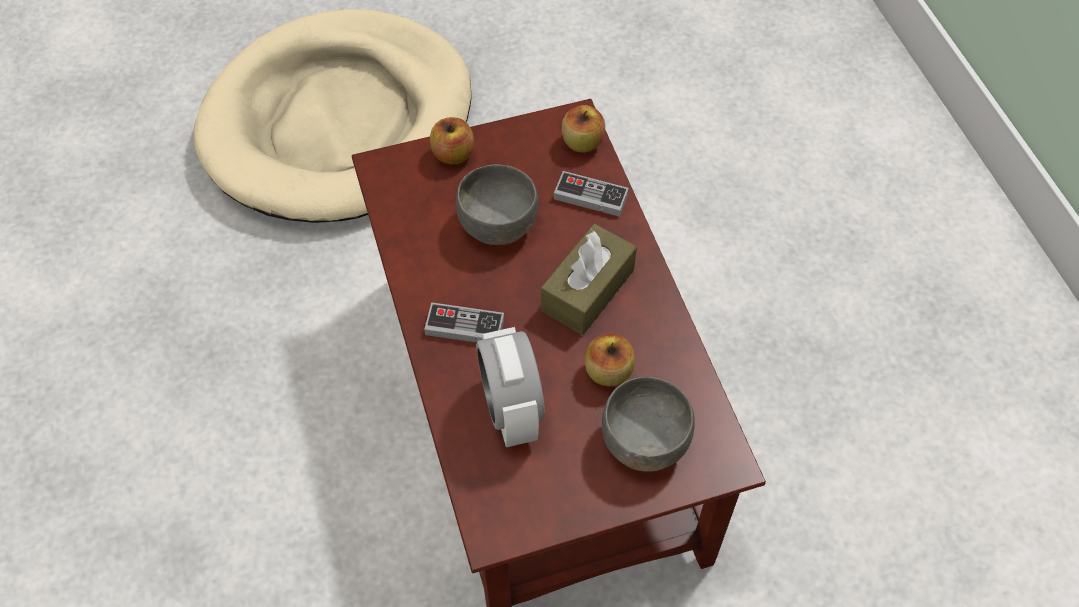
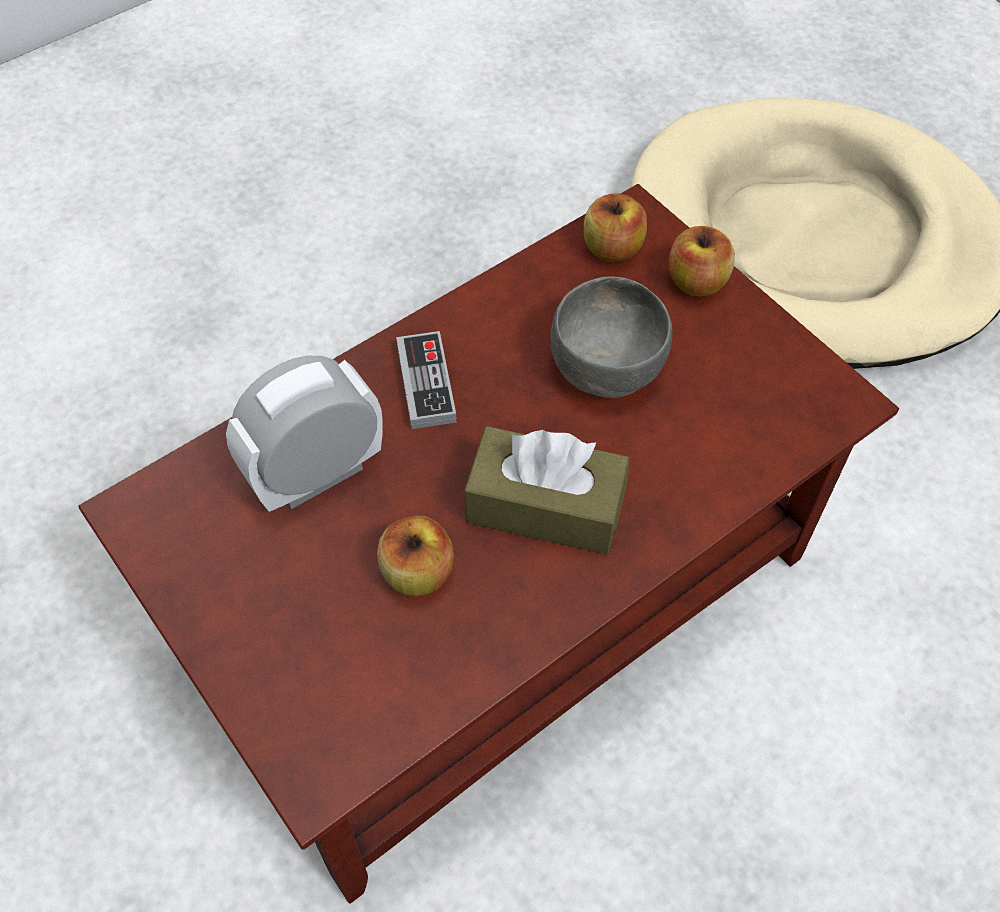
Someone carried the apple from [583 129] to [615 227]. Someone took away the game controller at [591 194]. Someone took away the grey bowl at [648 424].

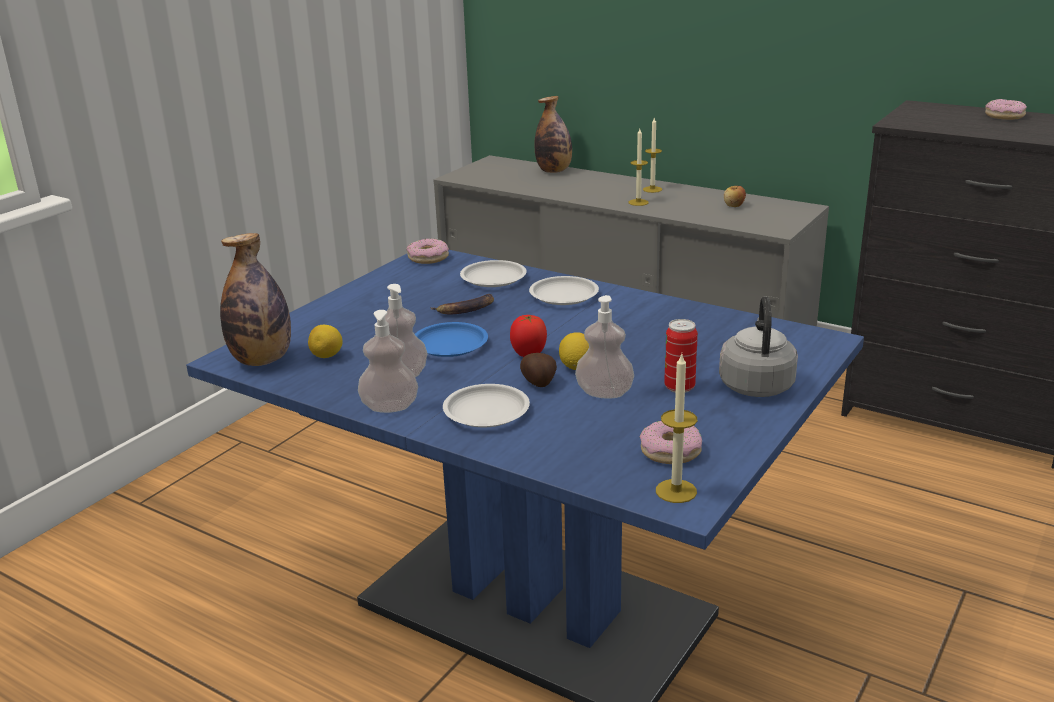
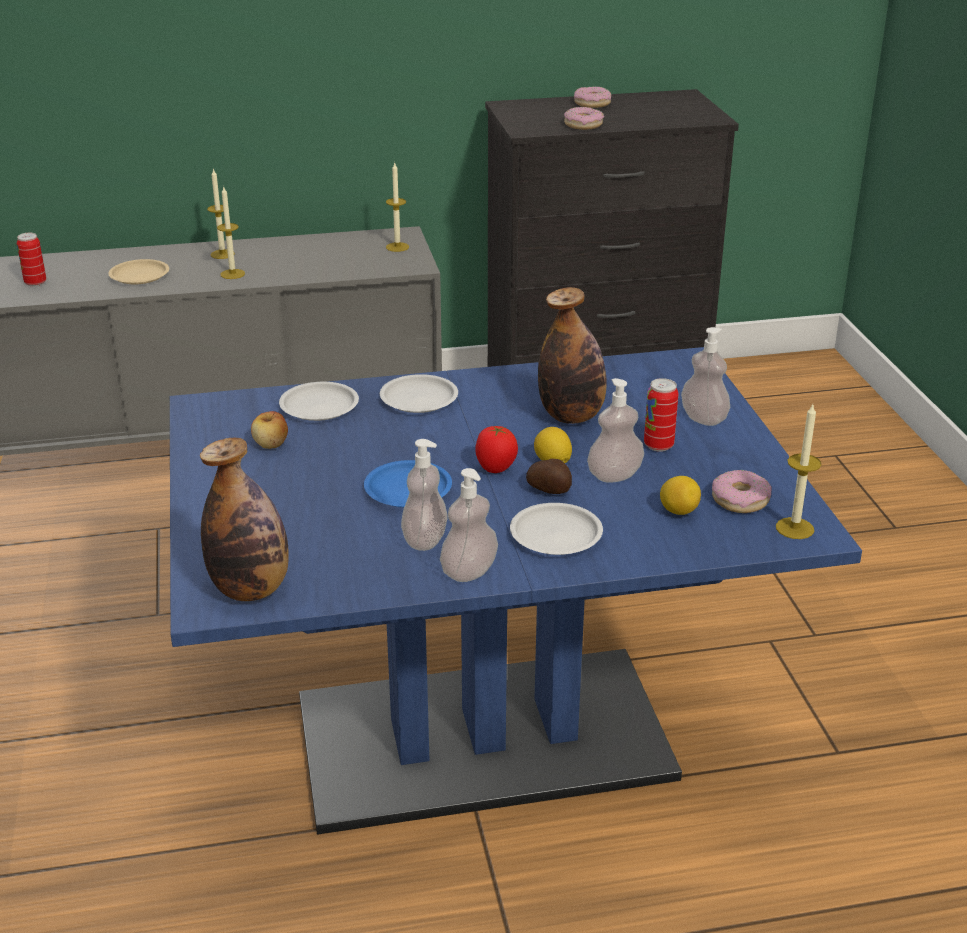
Someone put down the can at [31 259]. Someone put down the beige plate at [138 271]. Someone carried the apple from [735 196] to [269 430]. Someone put down the candle at [397 207]. Someone carried the bottle from [553 134] to [572 355]. Someone carried the donut from [427 251] to [584 118]. Someone carried the lemon from [325 341] to [680 495]. Someone swapped the grey kettle at [758 346] for the soap dispenser at [705 376]. Someone took away the banana at [462 304].

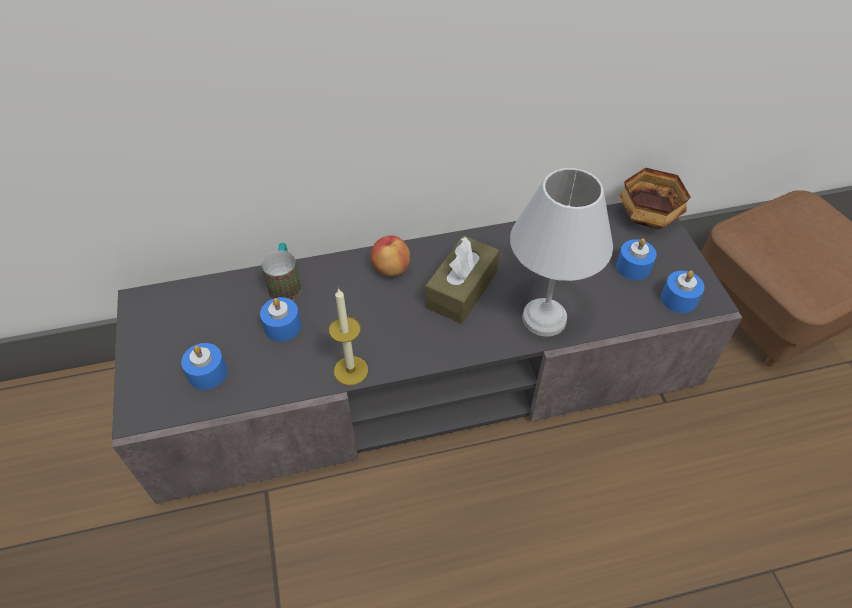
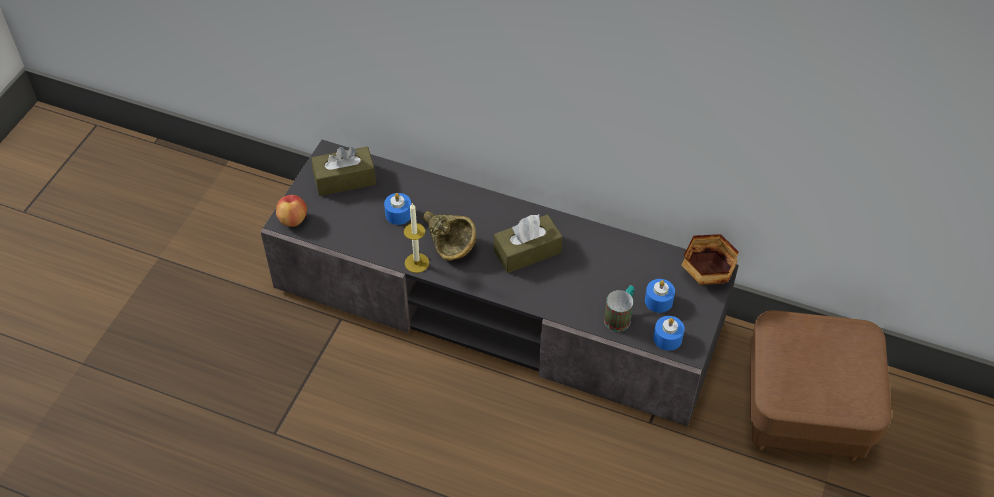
Someone carried the apple from [390 256] to [291 211]. Someone put down the brown tissue box at [343 171]. Someone put down the brown bowl at [450 236]. Someone carried the mug from [281 272] to [619 308]. Someone took away the blue candle at [204 366]. Someone took away the white table lamp at [561 252].

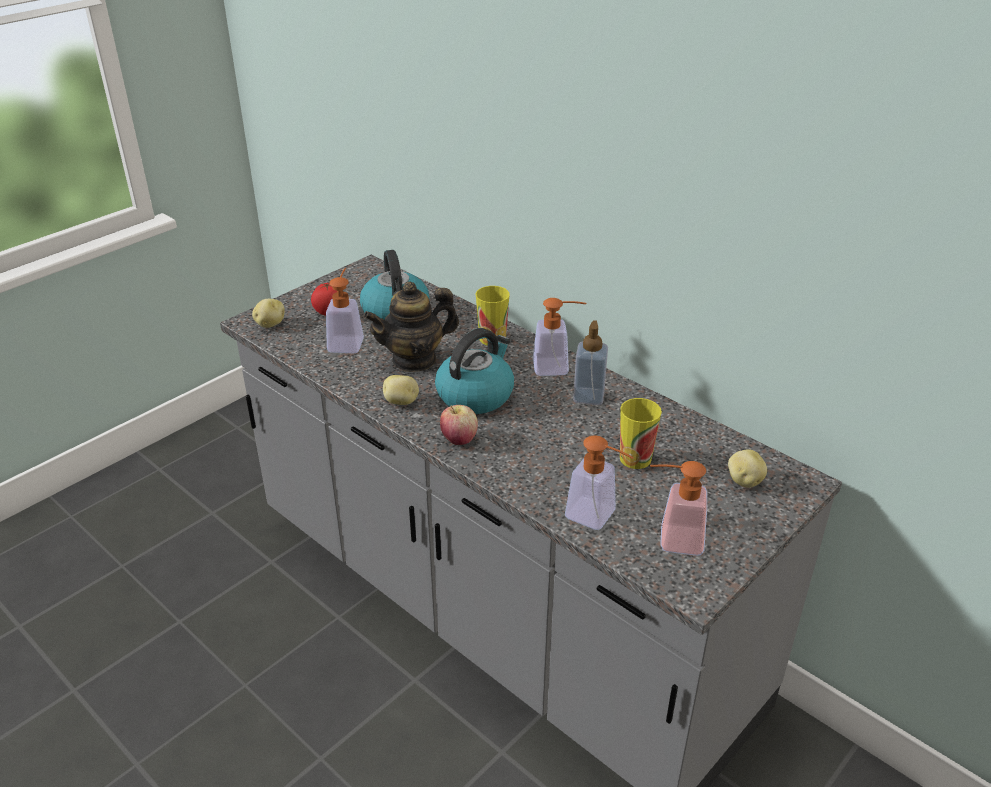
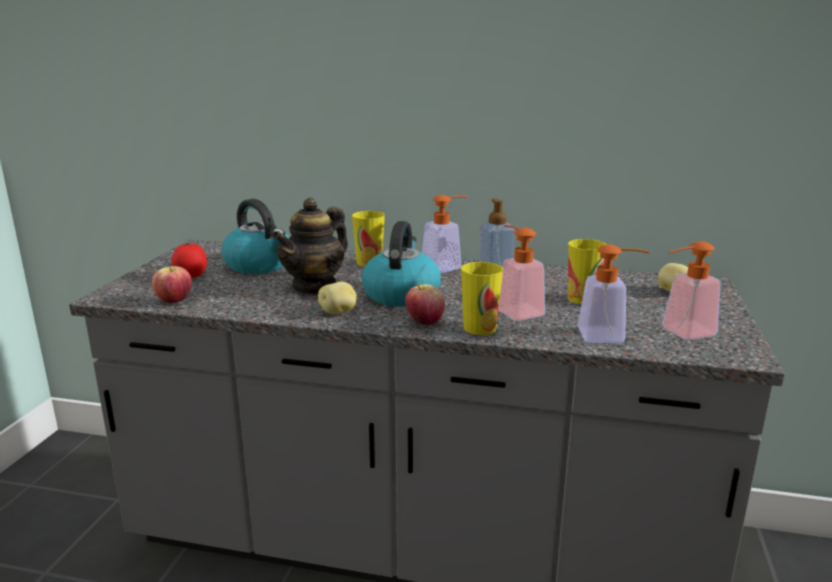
Someone put down the apple at [172 284]. Someone put down the cup at [482 298]. Someone carried the soap dispenser from [345 310] to [521 273]. Someone took away the potato at [268 313].

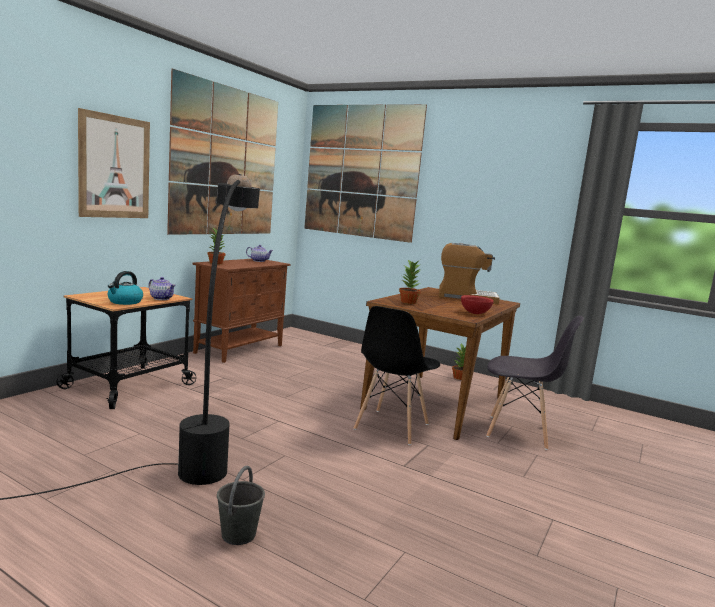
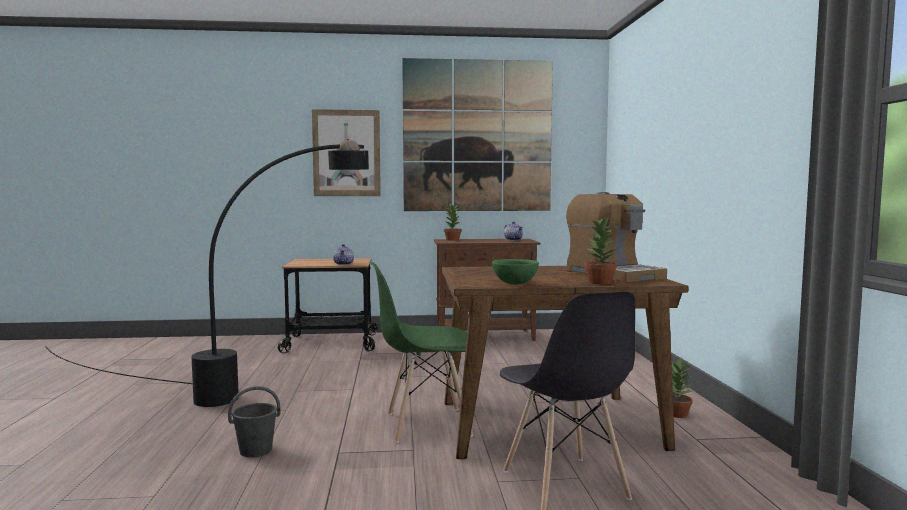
Someone carried the grey bucket from [241 505] to [254 421]. Someone repainted the black chair at [397 375], which became the green chair at [422 352]. Someone repainted the red bowl at [477 304], which became the green bowl at [515 272]. Someone carried the potted plant from [410 282] to [600 250]. Someone took away the kettle at [125 288]. Someone took away the picture at [365 173].

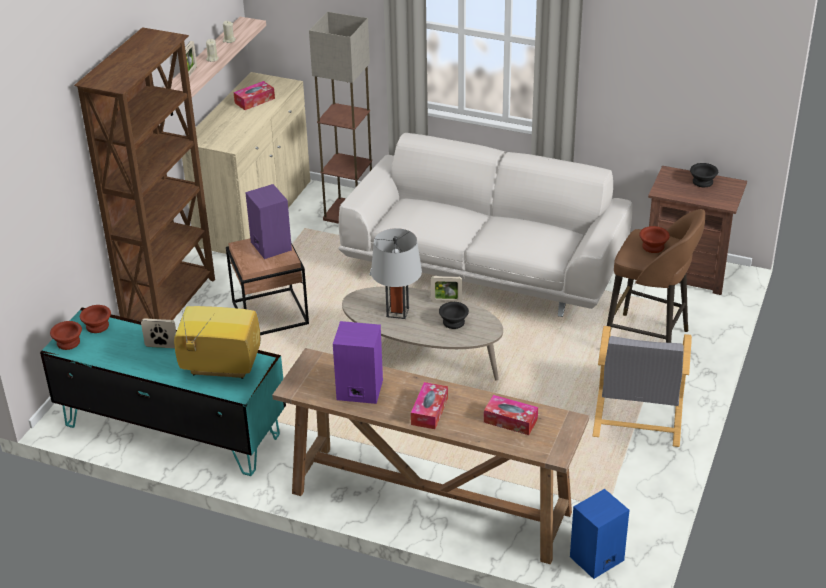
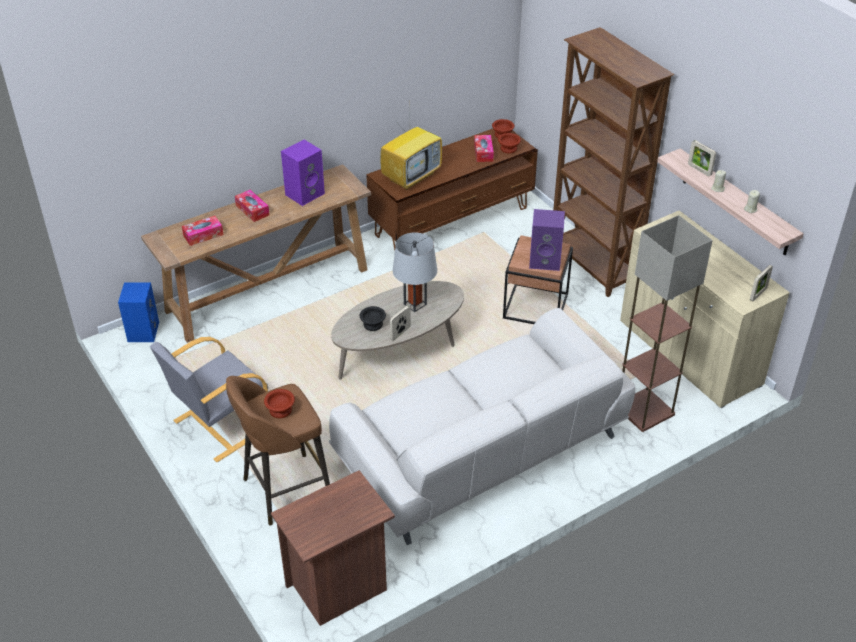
Someone rotated the grey armchair at [642 386] by 90 degrees counterclockwise. Someone repainted the turquoise tv stand at [163 391], which became the brown tv stand at [452 189]. Someone carried the tissue box from [254 95] to [484 148]. Someone carried the picture frame from [158 333] to [761 283]. Someone took away the black bowl at [704 175].

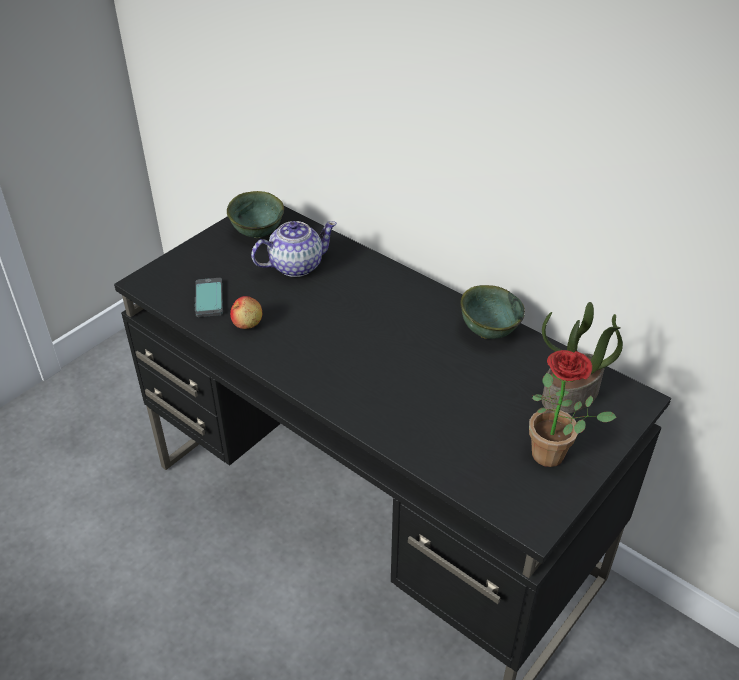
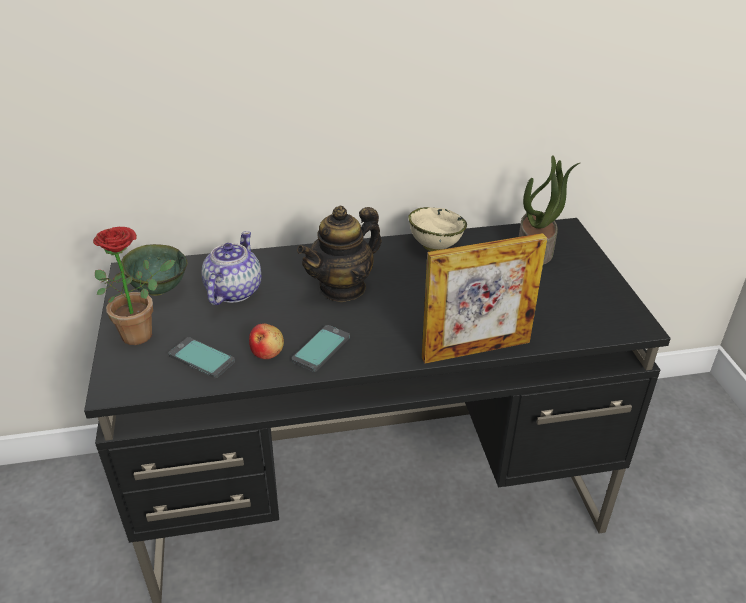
Someone carried the potted plant from [573 408] to [134 286]. Someone put down the phone at [321 348]. Someone put down the teapot at [339 254]. Someone repainted the green bowl at [493 312], which became the beige bowl at [437 229]. Someone put down the picture frame at [484 298].

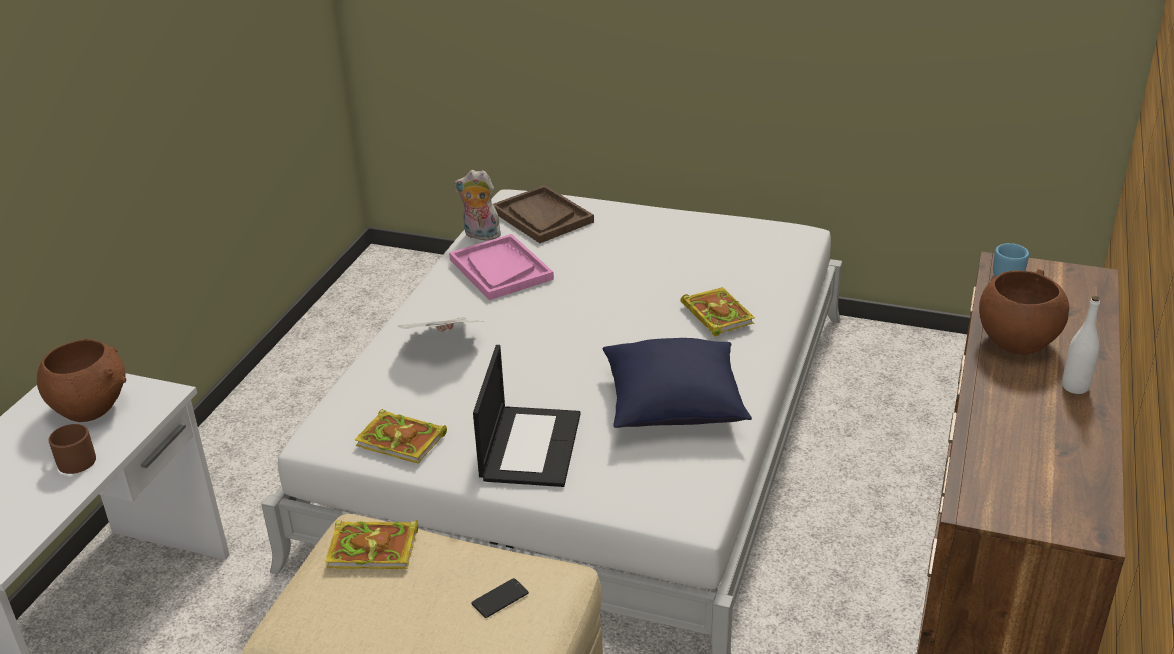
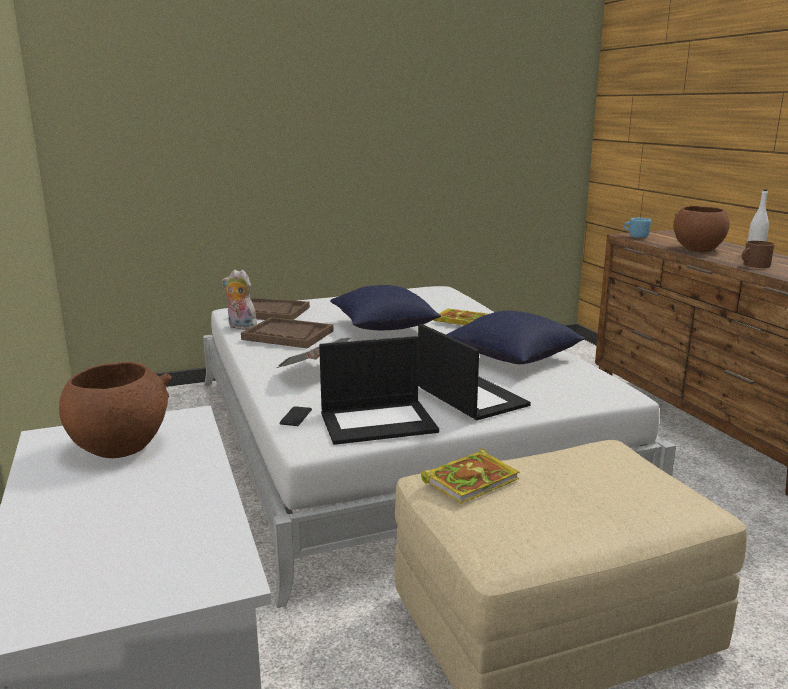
Someone rotated the plush toy at [477 205] by 45 degrees clockwise. Someone repainted the pink tray at [501 267], which became the brown tray at [287 332]. Someone carried the phone from [500 598] to [295 416]. Someone swapped the book at [401 436] for the laptop at [379 390]. Someone put down the blue pillow at [385 307]. Someone carried the brown mug from [72 449] to [758 254].

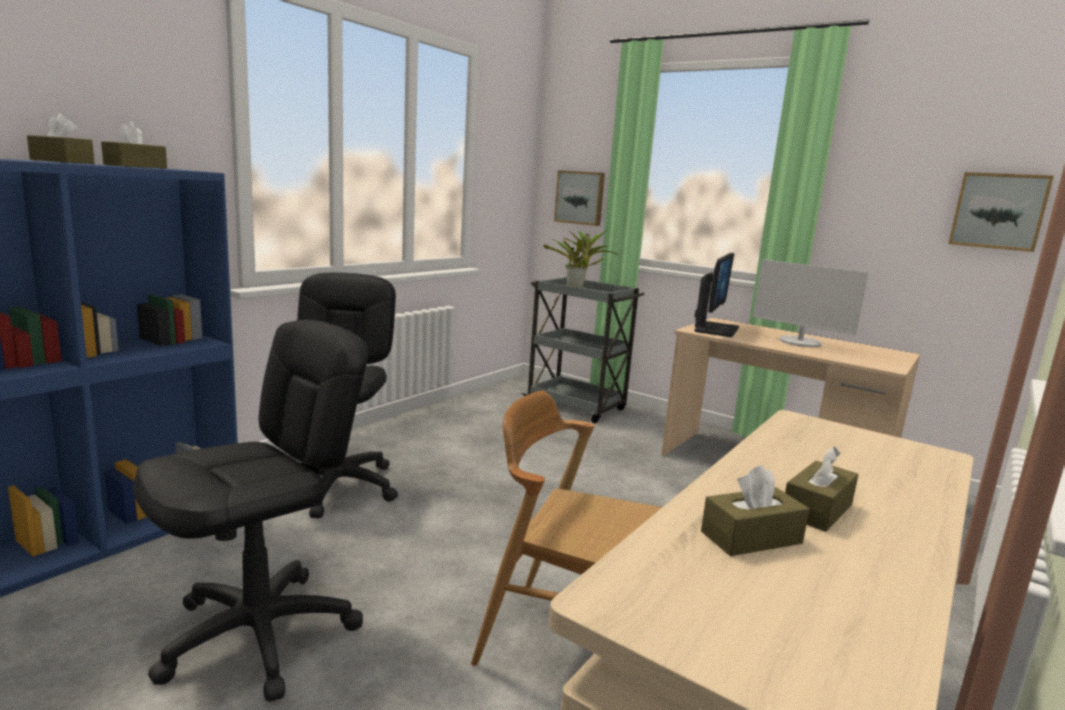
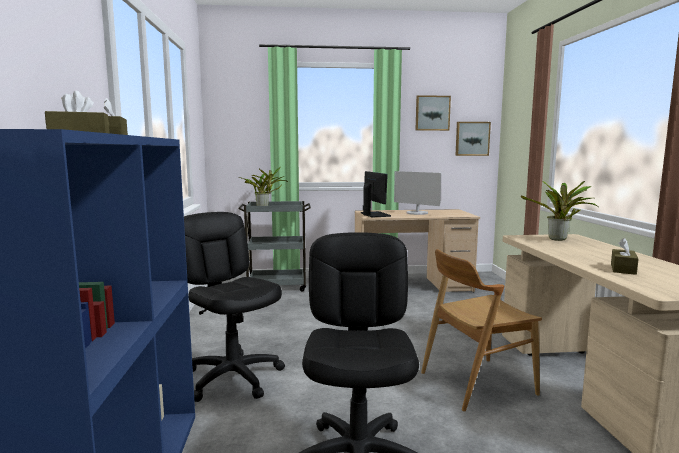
Someone rotated the monitor at [811 303] by 45 degrees clockwise. Someone carried the picture from [579 198] to [433 113]. Someone put down the potted plant at [559 211]. Someone took away the brown tissue box at [821 489].

